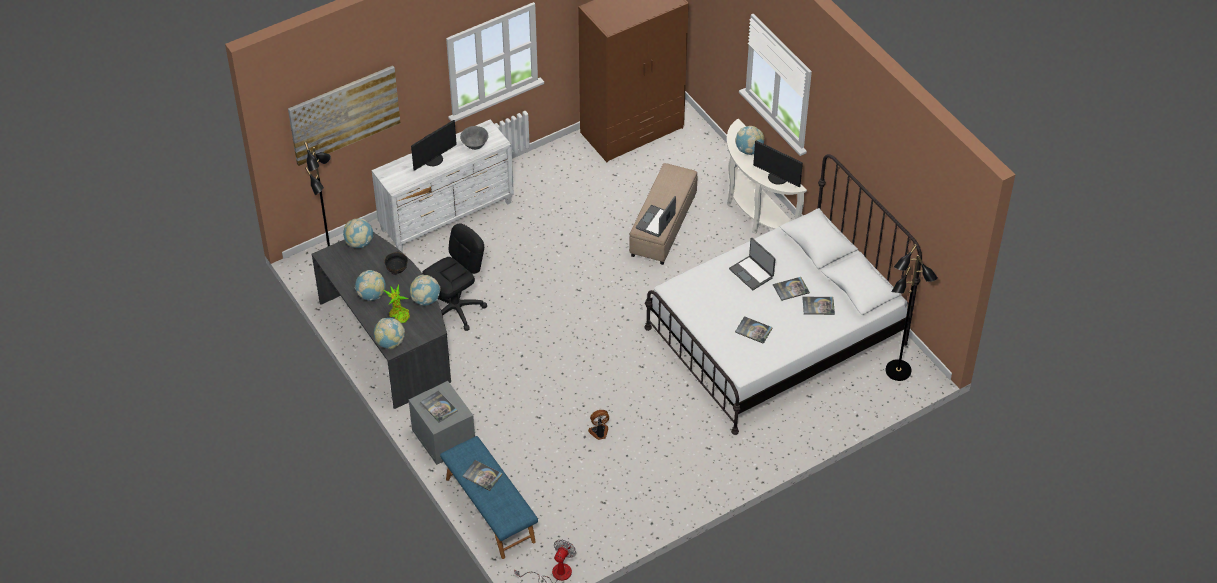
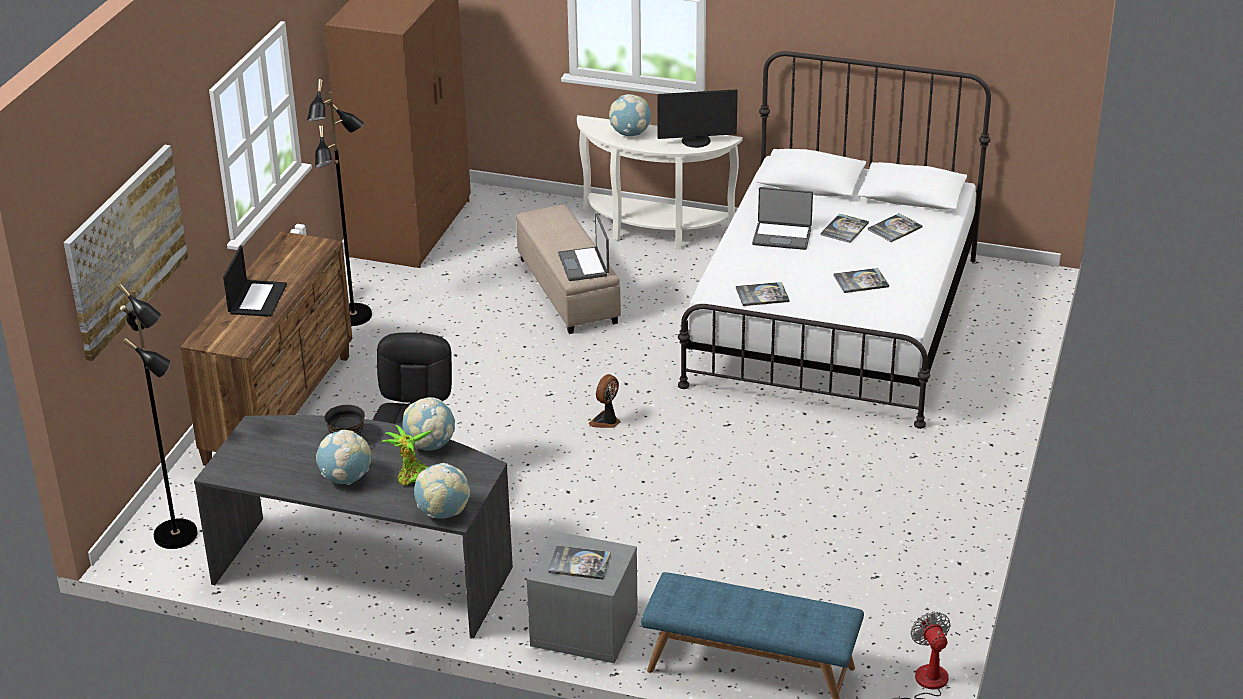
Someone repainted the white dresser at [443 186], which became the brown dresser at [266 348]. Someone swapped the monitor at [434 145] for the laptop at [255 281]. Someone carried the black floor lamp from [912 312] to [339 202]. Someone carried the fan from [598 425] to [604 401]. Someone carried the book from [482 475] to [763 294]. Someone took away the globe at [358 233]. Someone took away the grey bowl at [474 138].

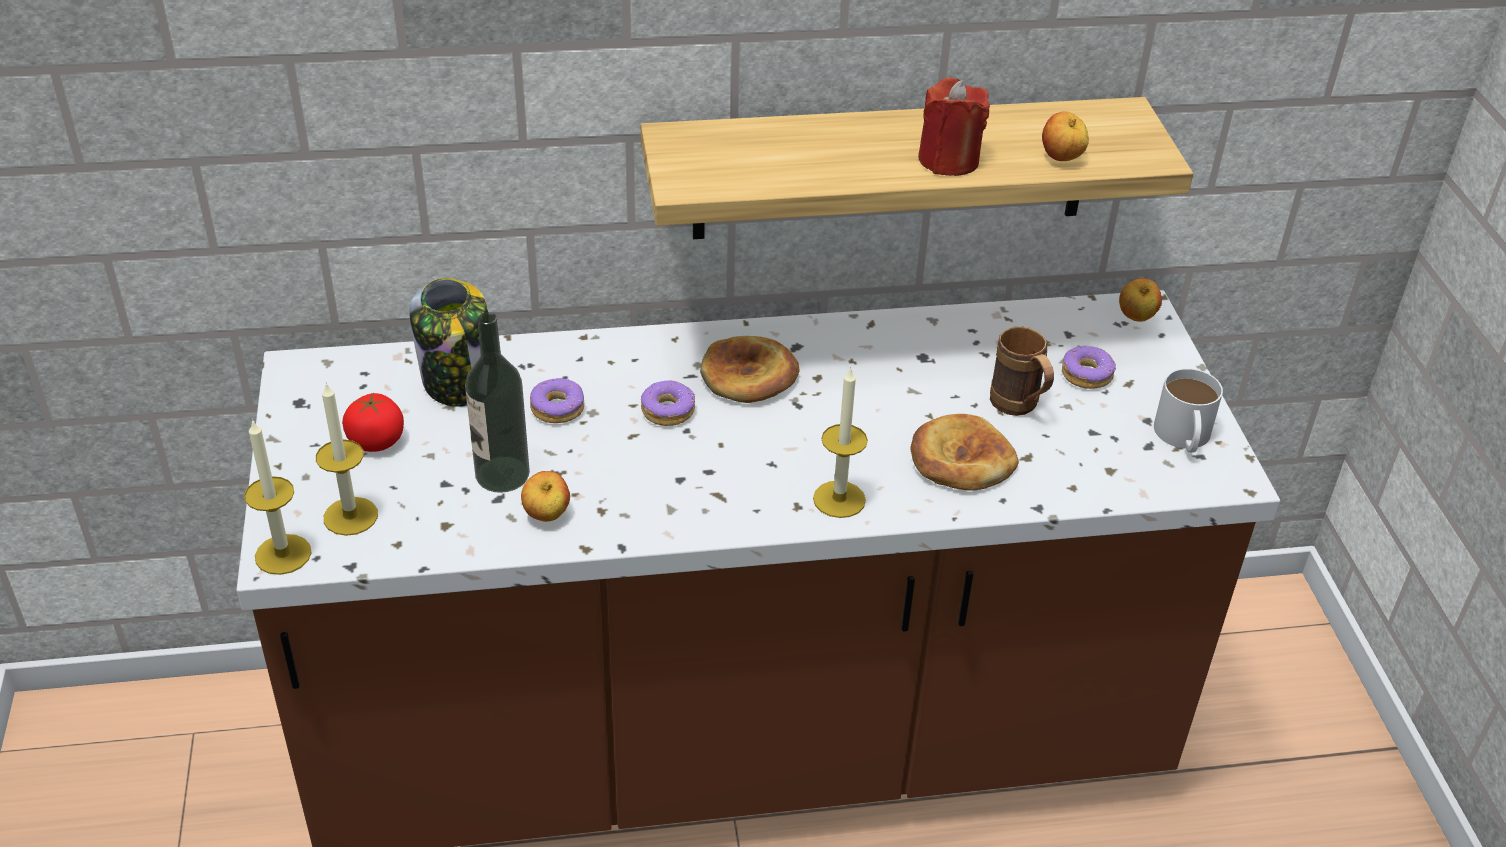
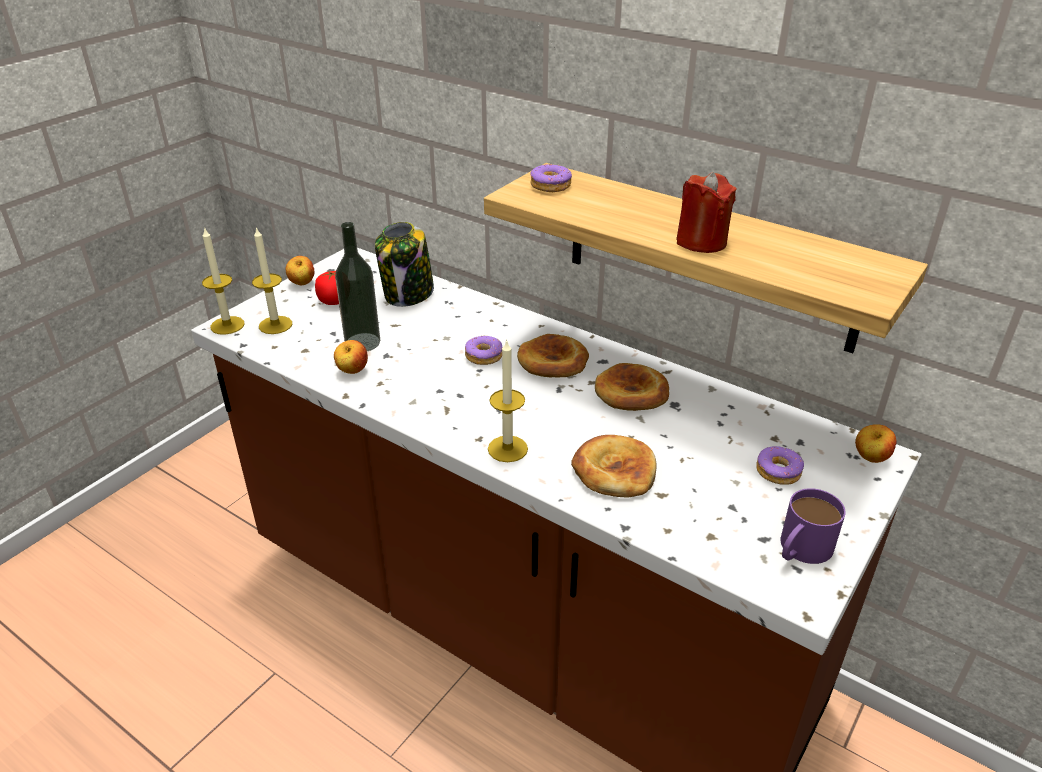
Someone carried the apple from [1065 136] to [300 270]. Someone carried the donut from [557 400] to [551 178]. Someone put down the bread at [632 387]. Someone repainted the white mug at [1188 410], which became the purple mug at [813 526]. Someone took away the brown mug at [1022 371].

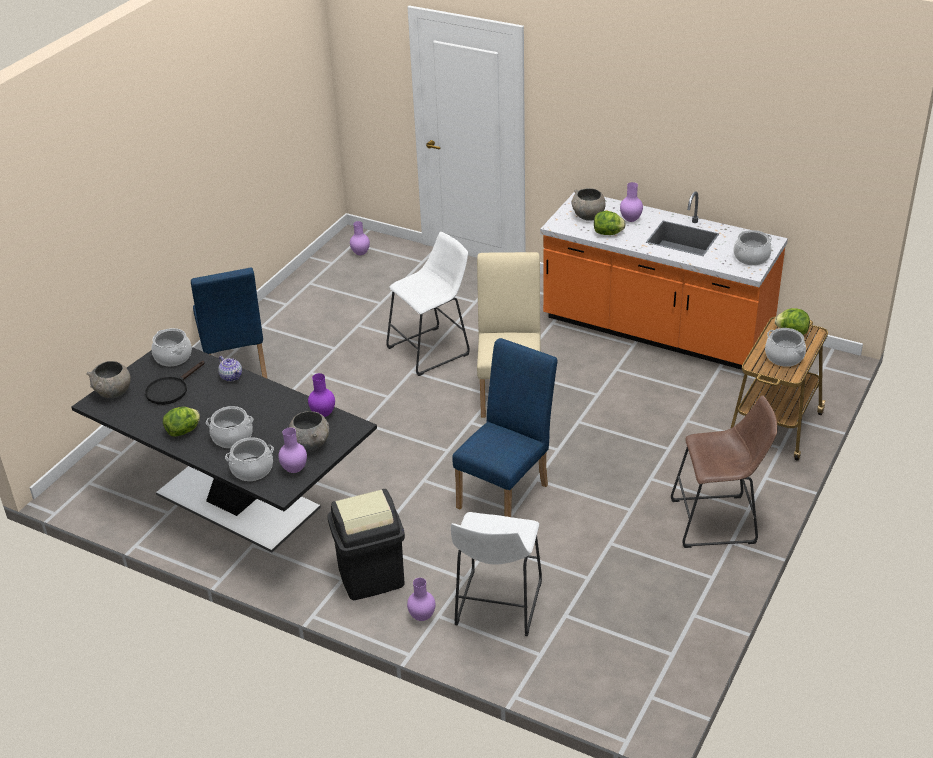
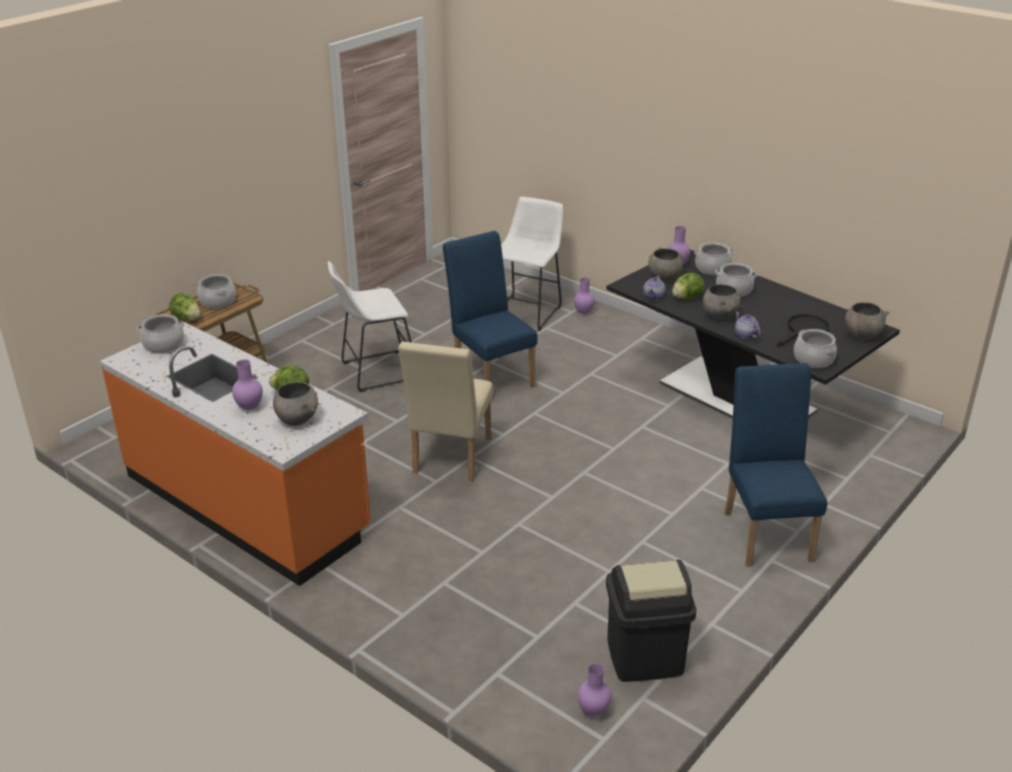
Someone carried the white stool from [428 304] to [370 326]. Someone rotated the blue chair at [504 427] by 105 degrees clockwise. Someone carried the black trash can from [366 544] to [651 621]. Someone swapped the purple vase at [321 395] for the teapot at [654 287]. Someone carried the lettuce from [181 422] to [688 286]. Someone put down the grey bowl at [722 302]. Someone took away the brown stool at [724 471].

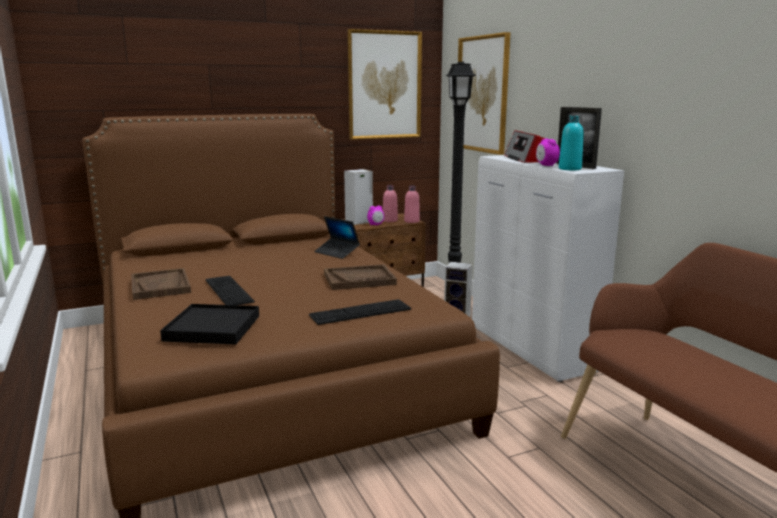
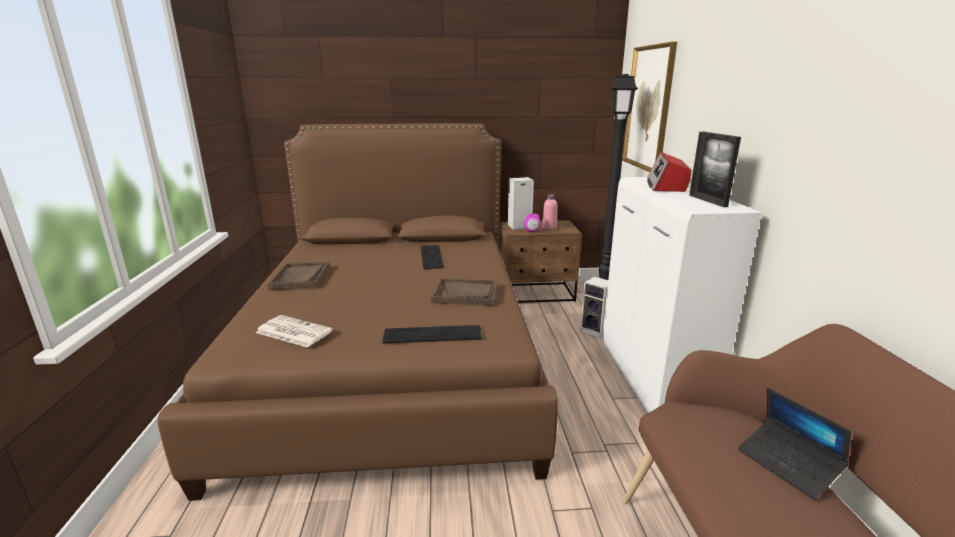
Someone swapped the black tray at [209 324] for the newspaper at [294 331]. Someone carried the keyboard from [230 290] to [432 257]. Someone carried the laptop from [337 237] to [794 444]. Someone took away the picture at [385 84]. Someone took away the pink bottle at [412 204]. Someone took away the alarm clock at [548 152]. Someone took away the turquoise bottle at [571 142].

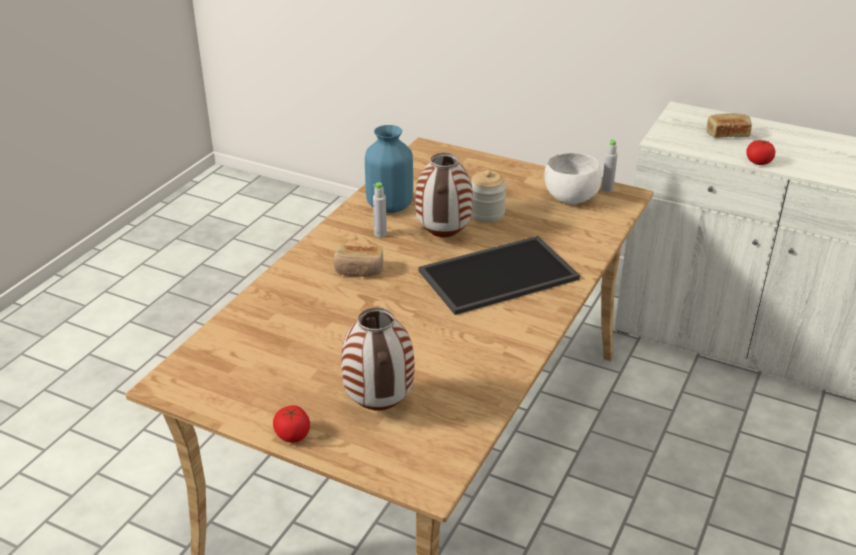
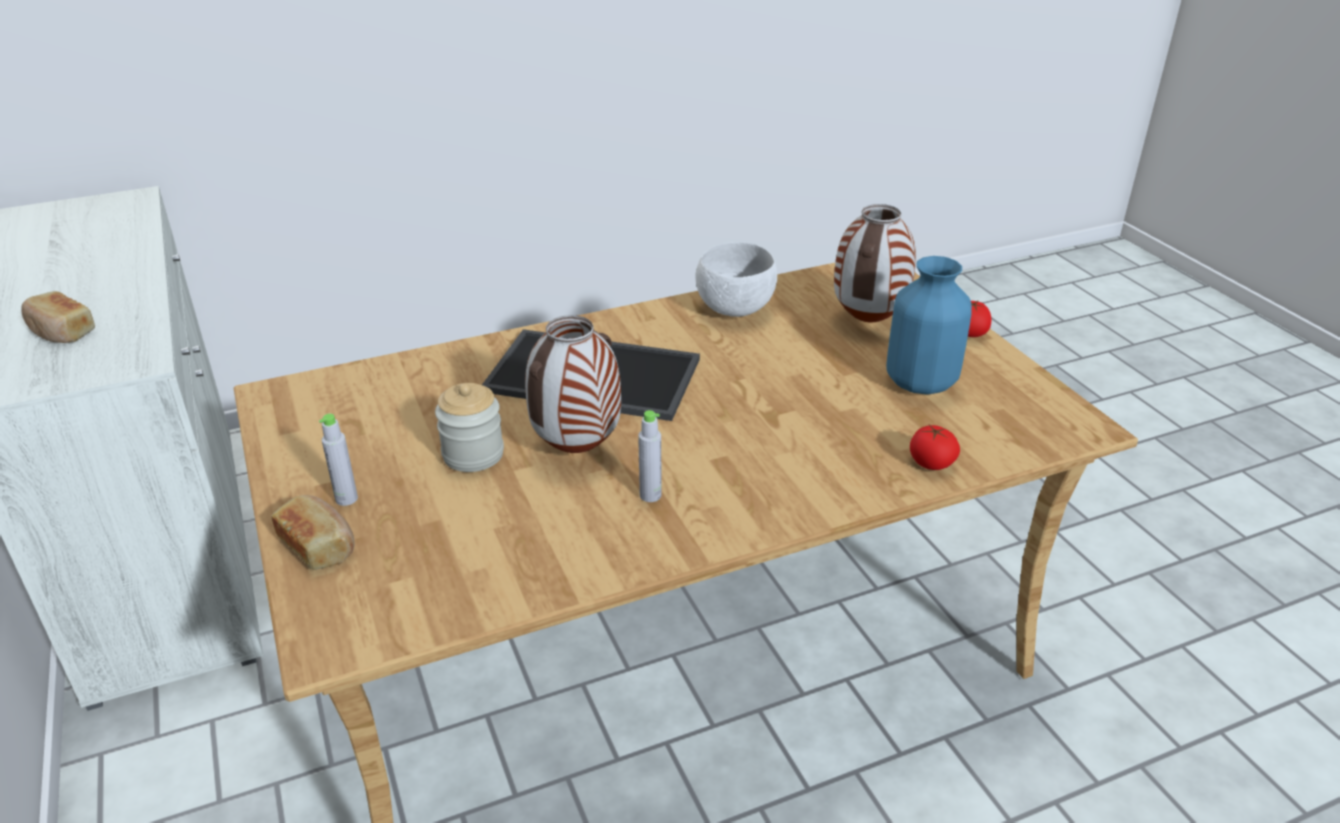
Someone carried the bread from [358 261] to [313 532]. Someone carried the grey bottle from [610 165] to [338 460]. Someone carried the white bowl from [573 178] to [736 279]. Someone carried the blue vase from [389 169] to [929 325]. Someone carried the tomato from [760 152] to [935 447].

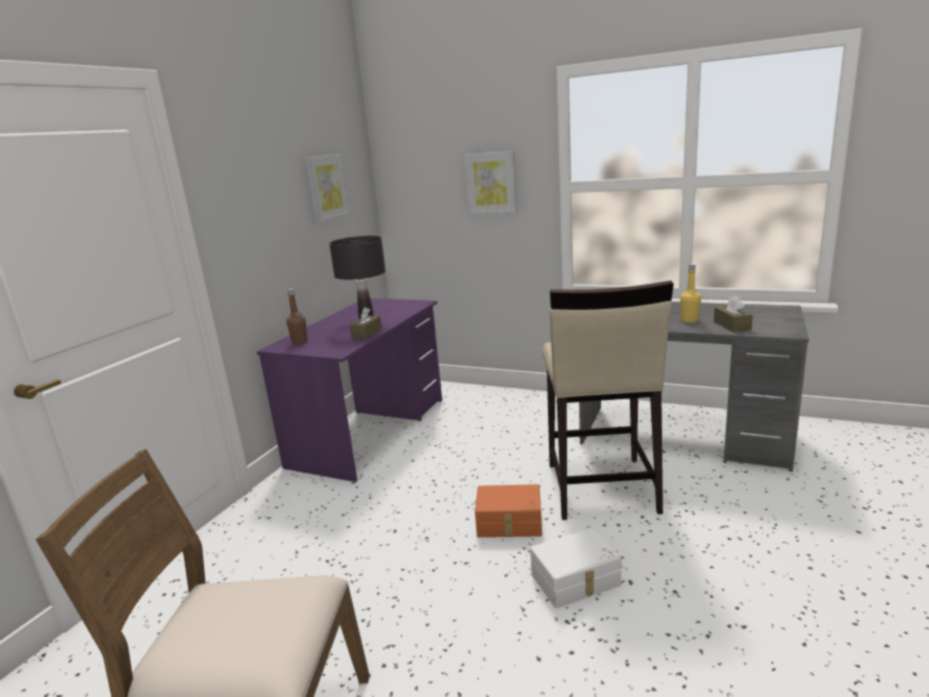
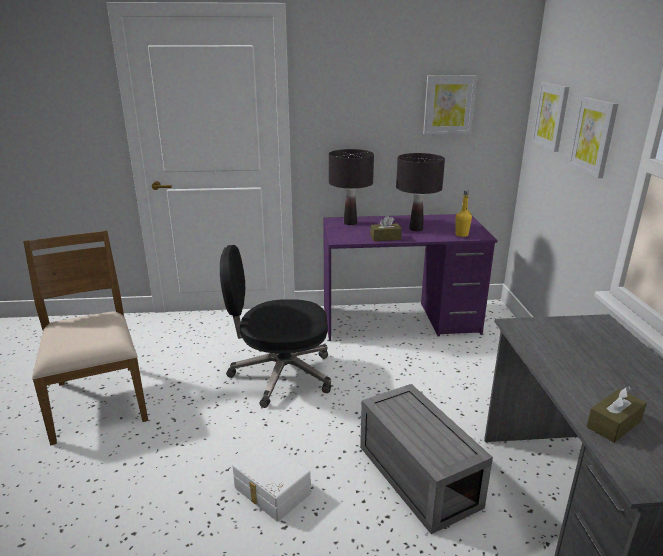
Someone put down the black office chair at [275 326]. Someone swapped the brown bottle at [296 316] for the black table lamp at [351 187]. Someone swapped the beige stool at [608 400] for the grey storage box at [426 459]. Someone carried the yellow bottle from [690 293] to [463 213]. Someone put up the picture at [550 117]. Someone took away the orange storage box at [508 510].

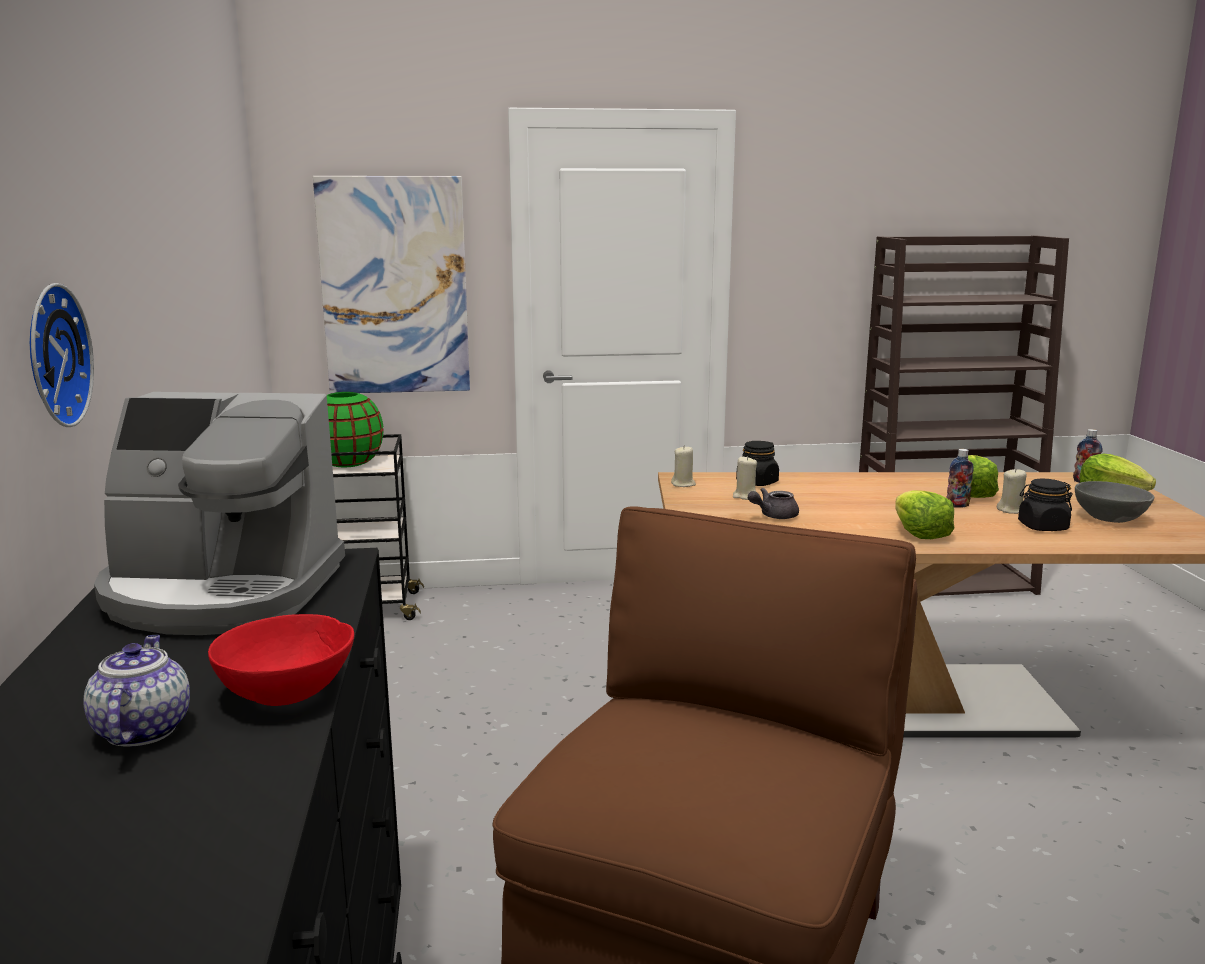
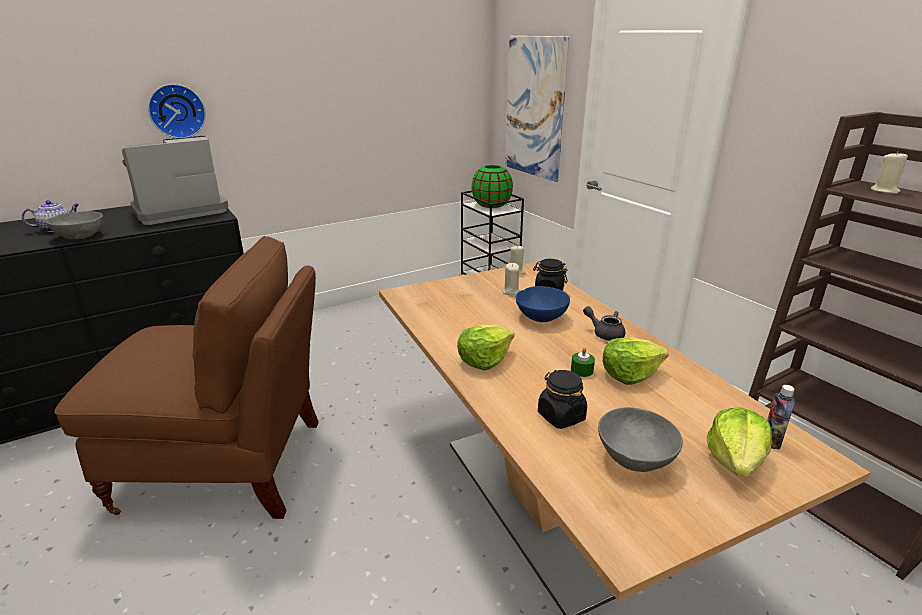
Someone repainted the red bowl at [281 660], which became the grey bowl at [74 225]. Someone rotated the coffee machine at [219 513] by 75 degrees clockwise. Someone put down the blue bowl at [543 304]. Someone swapped the bottle at [960 478] for the green candle at [583 362]. Someone carried the grey teapot from [773 503] to [604 323]. Someone carried the beige candle from [1011 491] to [889 172].

